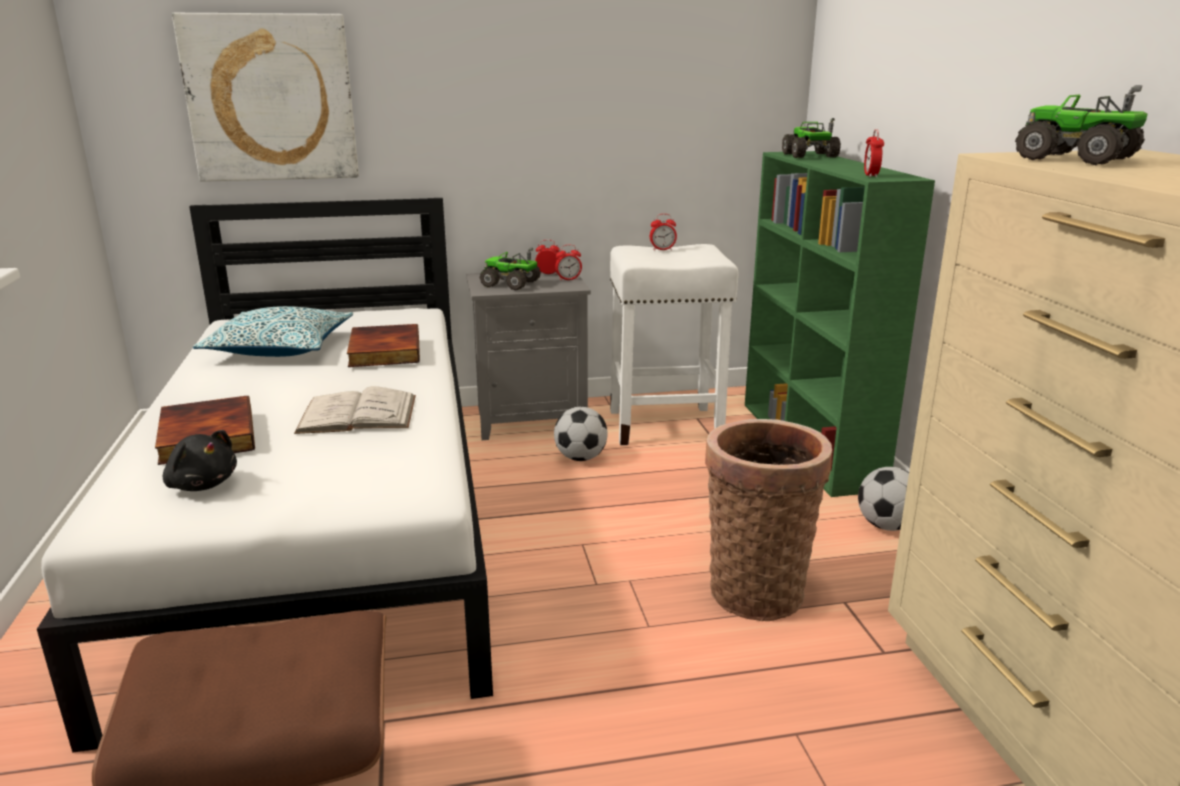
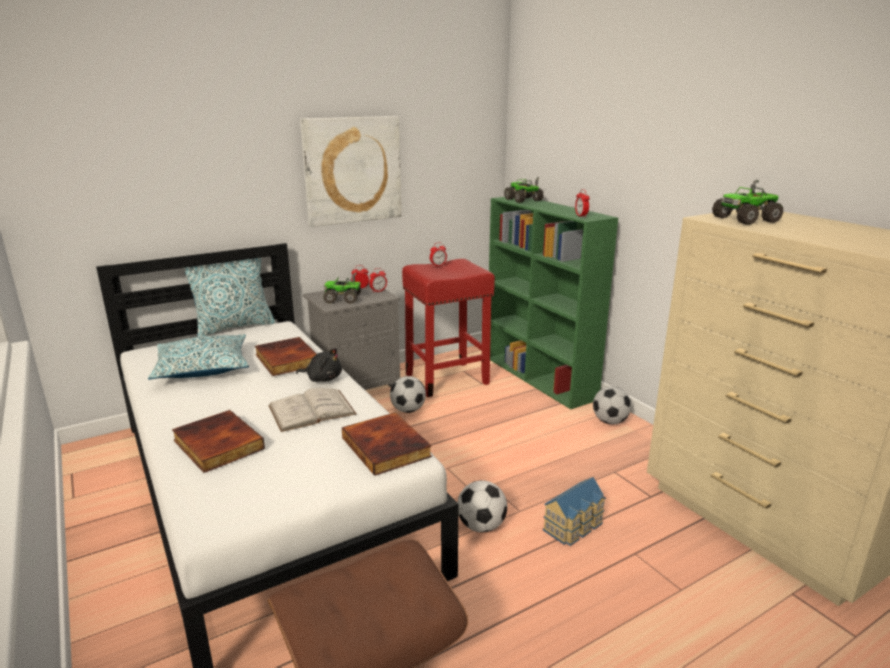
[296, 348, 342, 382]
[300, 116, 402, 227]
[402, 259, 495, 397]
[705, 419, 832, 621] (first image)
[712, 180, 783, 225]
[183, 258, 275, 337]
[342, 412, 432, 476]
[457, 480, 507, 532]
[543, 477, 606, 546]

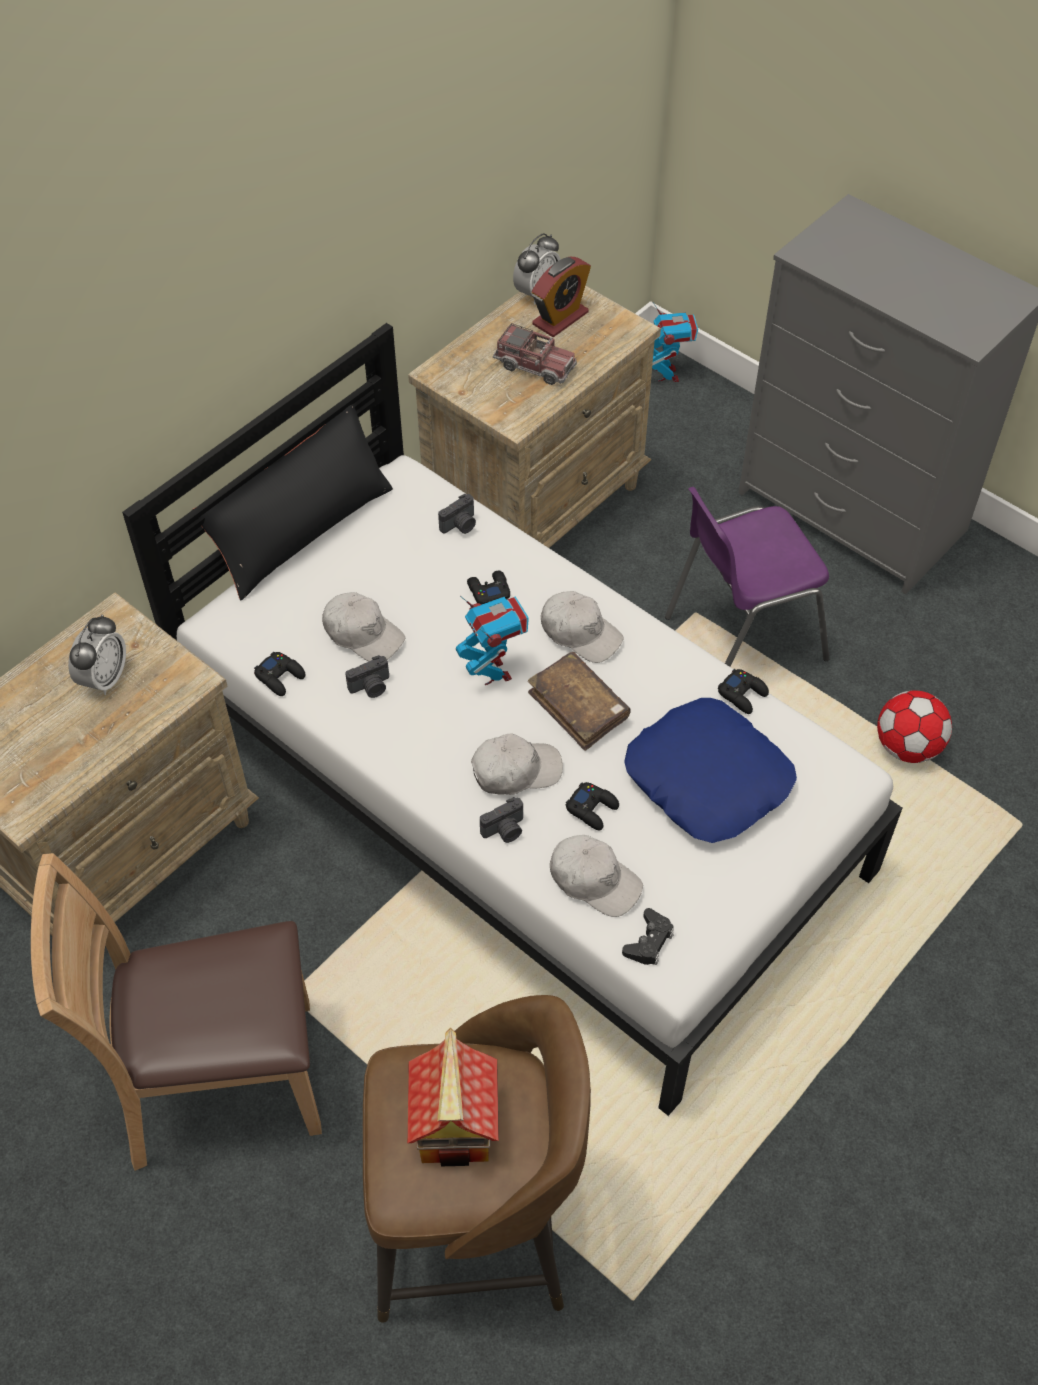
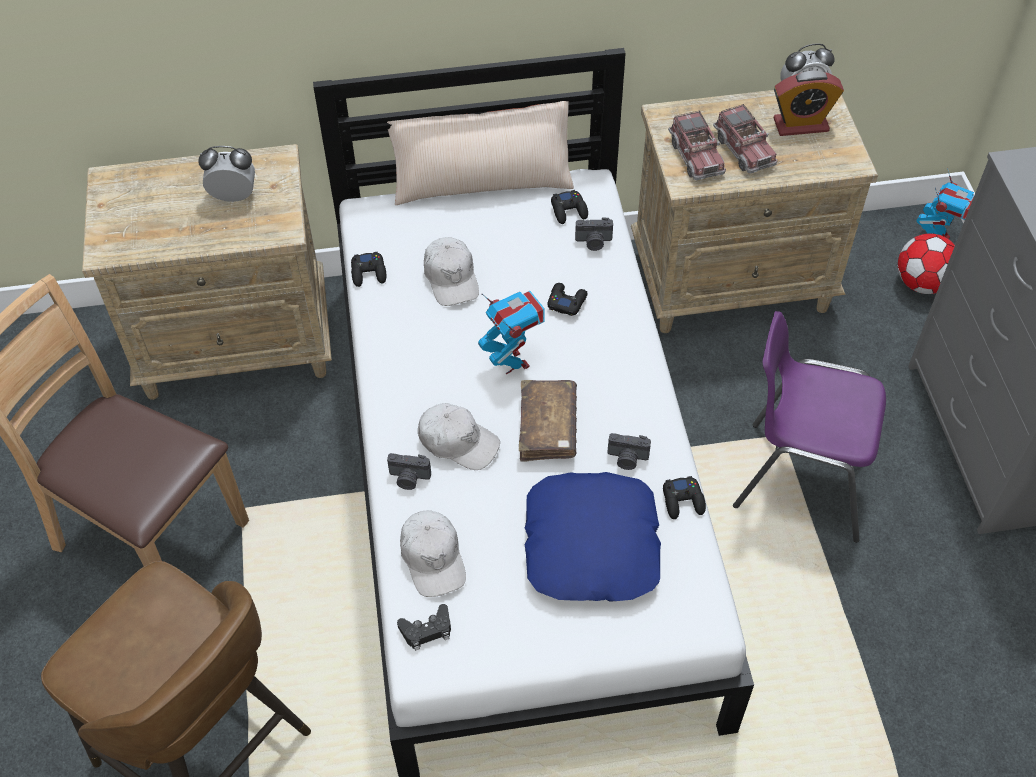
[198, 146, 255, 202]
[387, 101, 574, 205]
[608, 433, 651, 470]
[407, 1028, 499, 1166] (first image)
[478, 291, 545, 374]
[541, 591, 624, 663] (first image)
[551, 190, 588, 224]
[898, 233, 955, 294]
[668, 111, 726, 180]

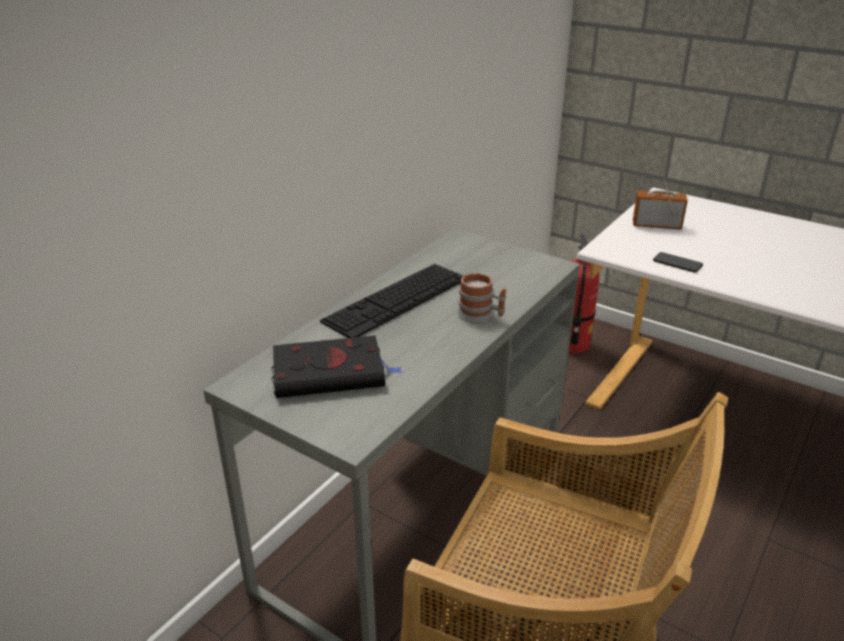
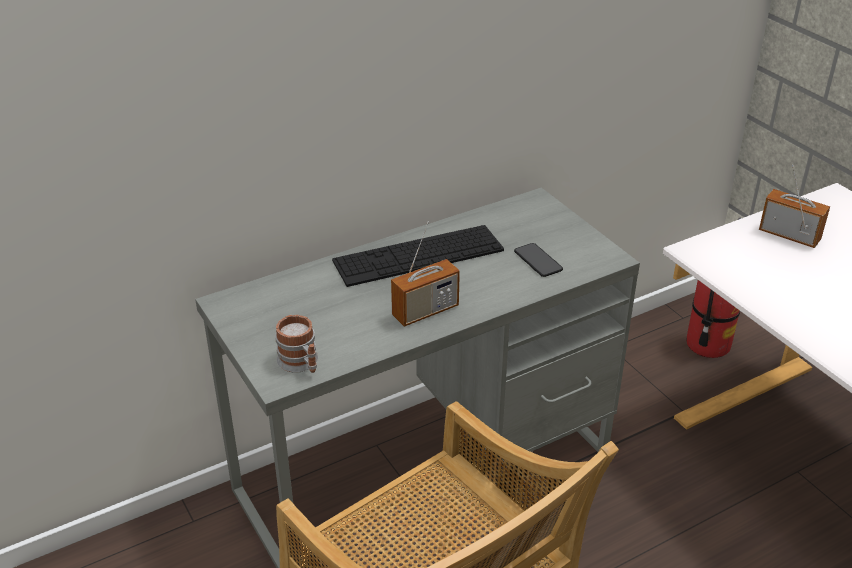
[272, 335, 402, 398] (first image)
[275, 315, 318, 373]
[514, 243, 563, 277]
[391, 222, 460, 327]

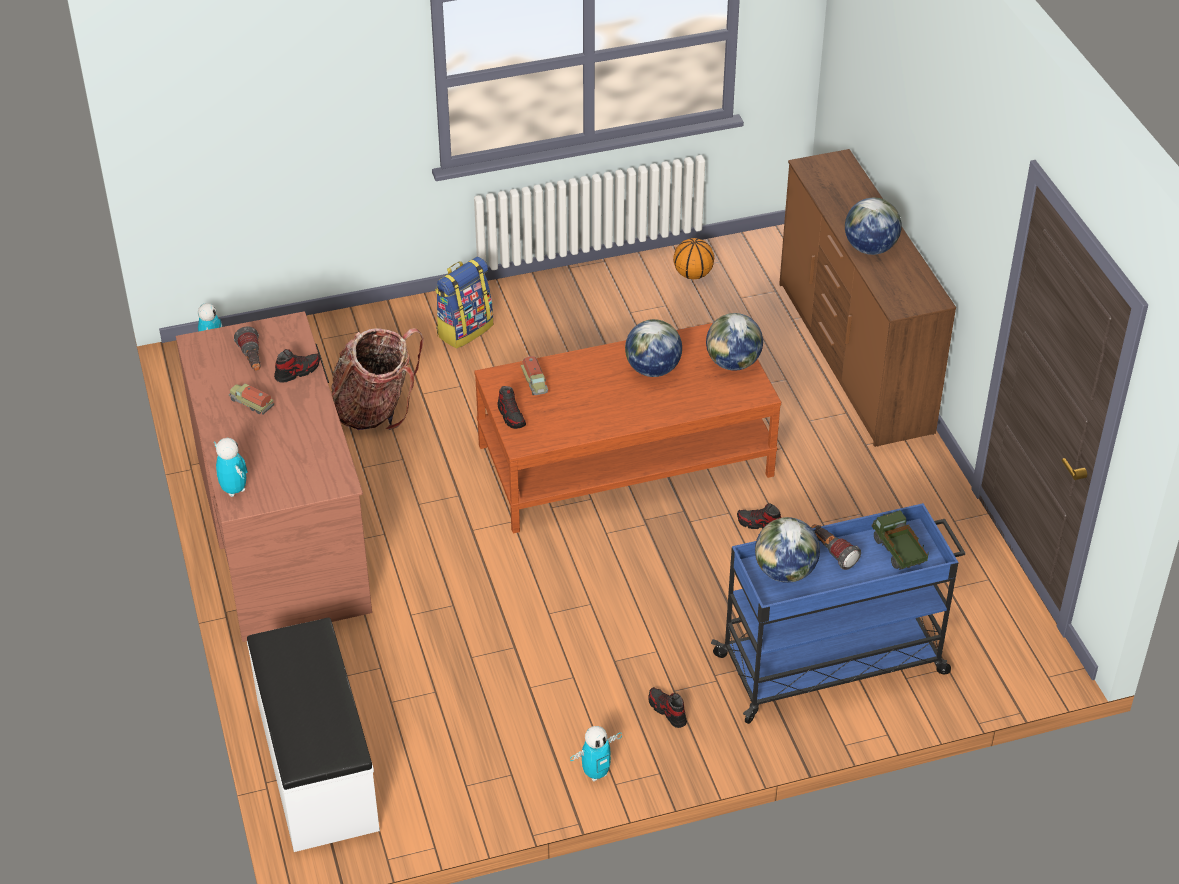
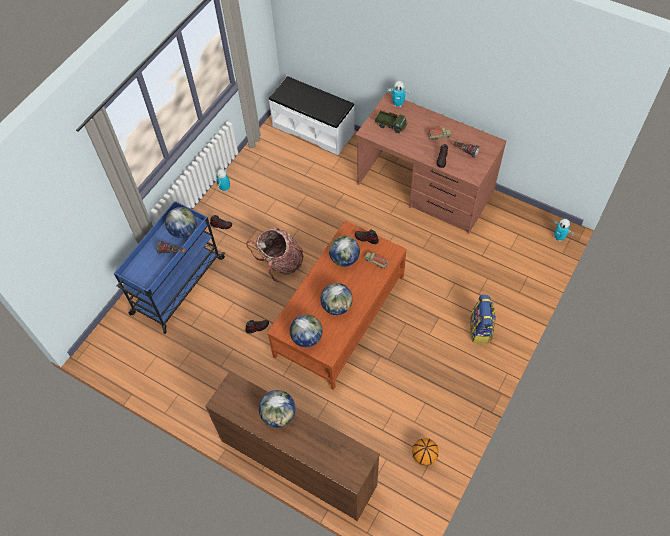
[246, 227, 303, 282]
[375, 109, 407, 133]
[329, 236, 360, 267]

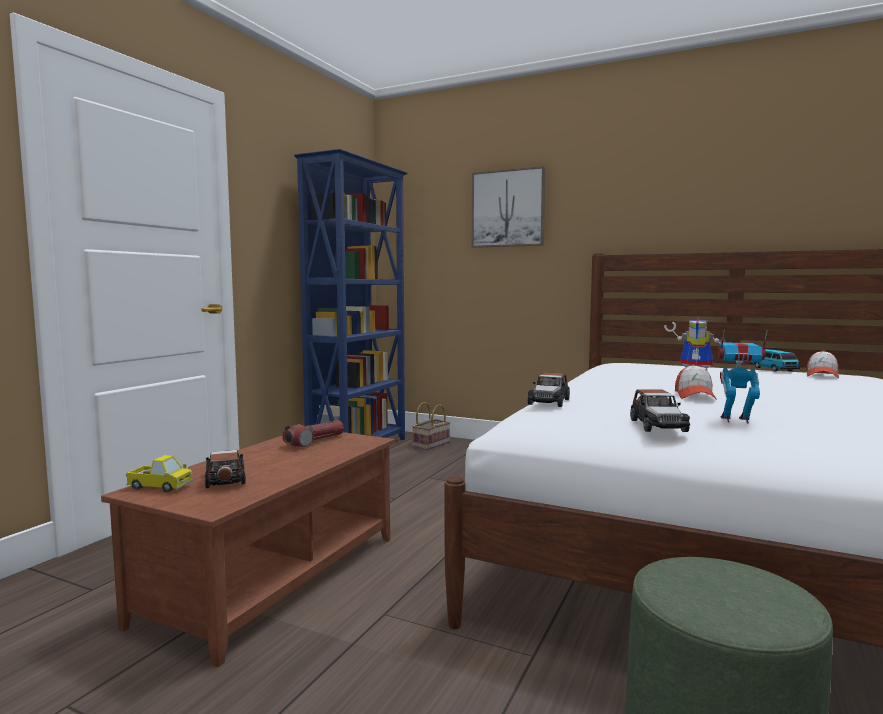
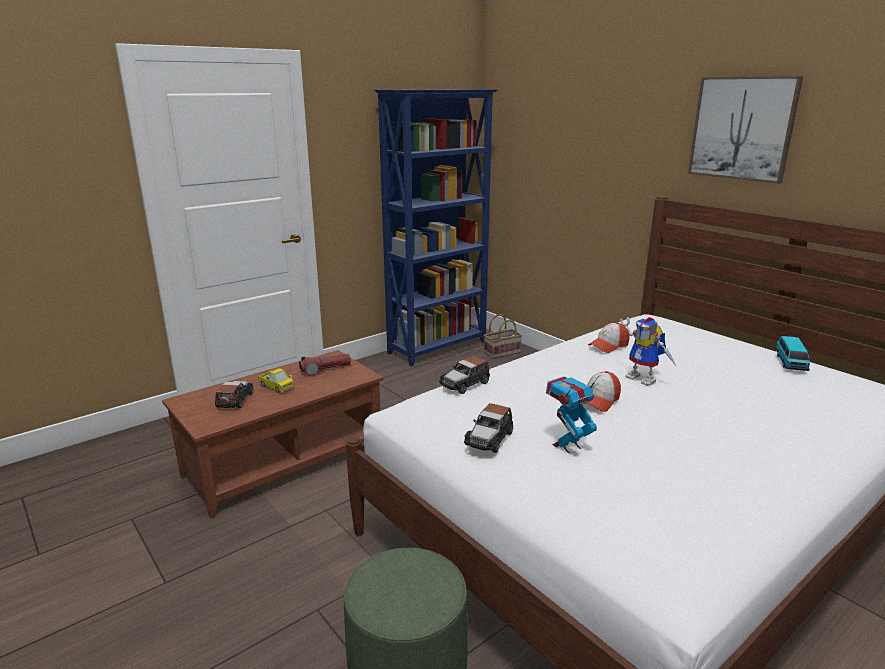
[258, 368, 294, 393]
[688, 76, 803, 184]
[546, 376, 599, 453]
[588, 322, 630, 353]

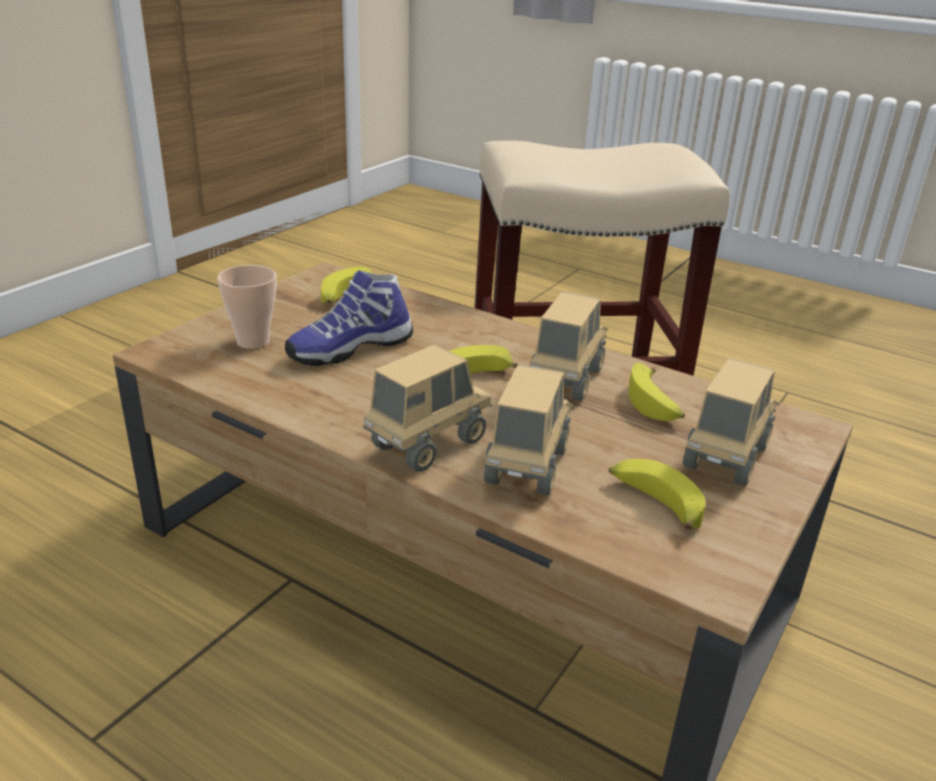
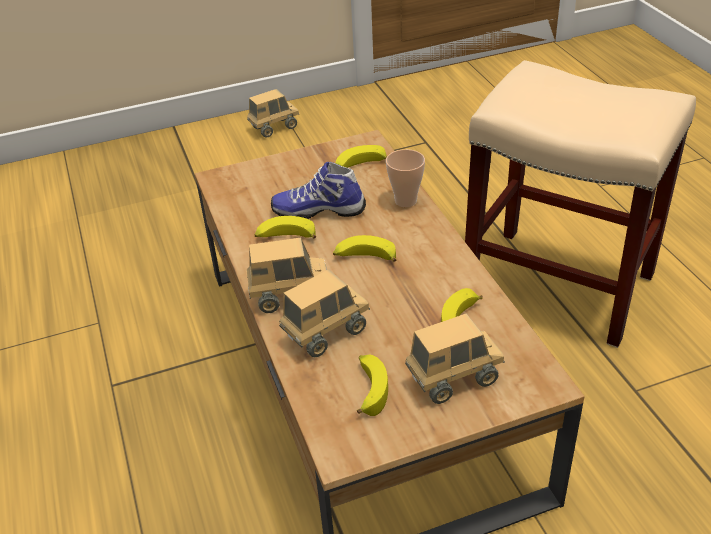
[386, 149, 425, 207]
[247, 89, 299, 138]
[255, 216, 316, 238]

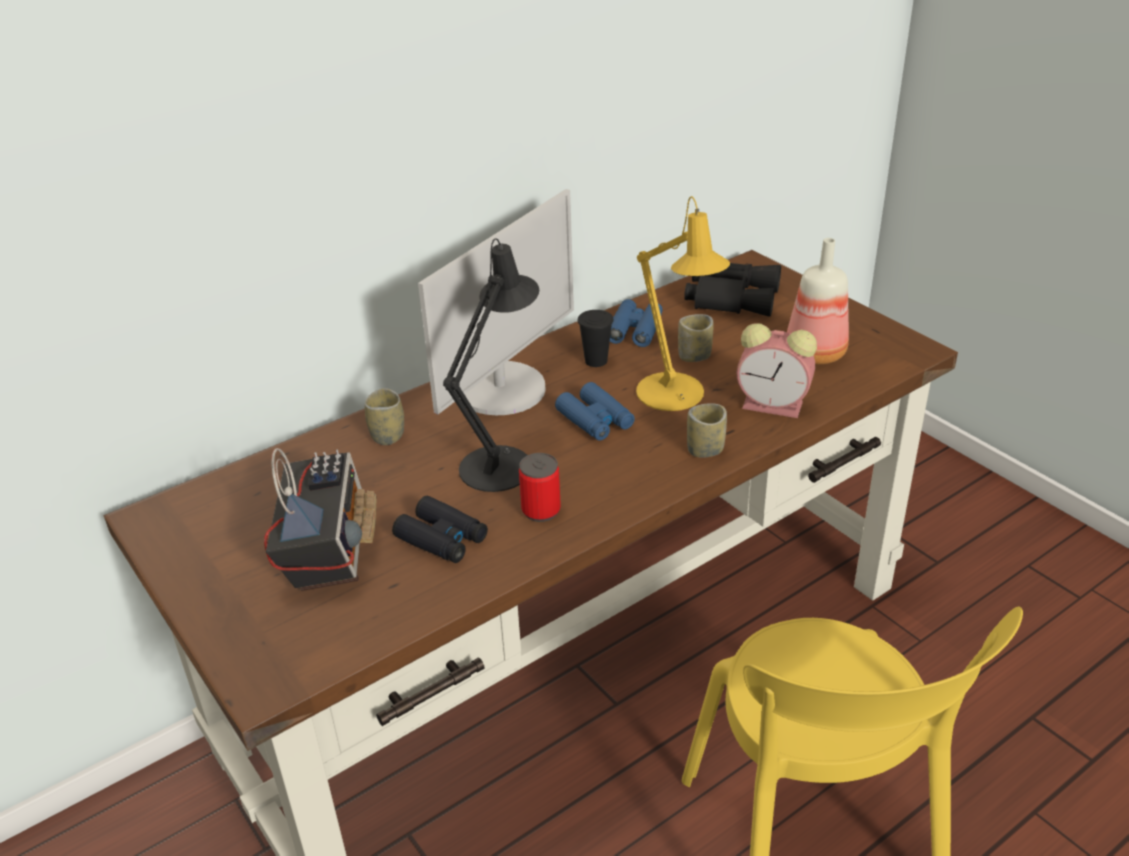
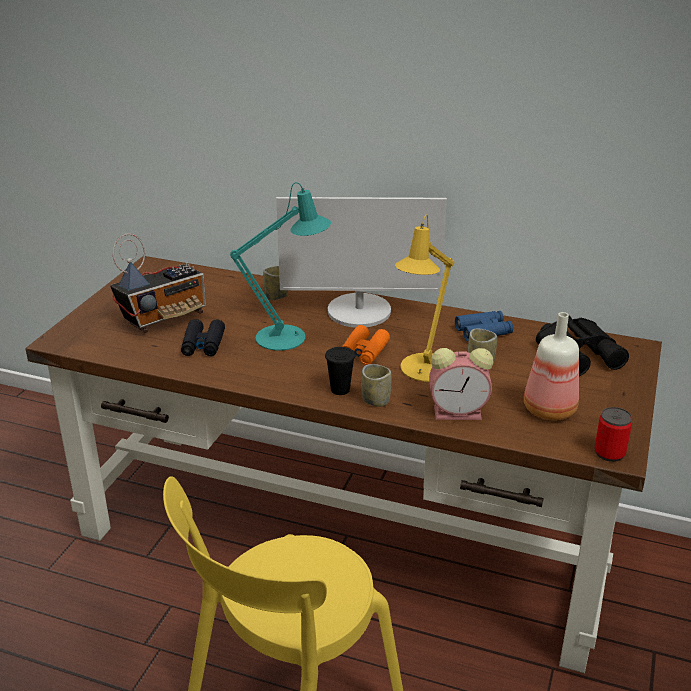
[230, 182, 331, 351]
[594, 407, 632, 462]
[342, 325, 390, 365]
[325, 347, 356, 395]
[429, 348, 493, 420]

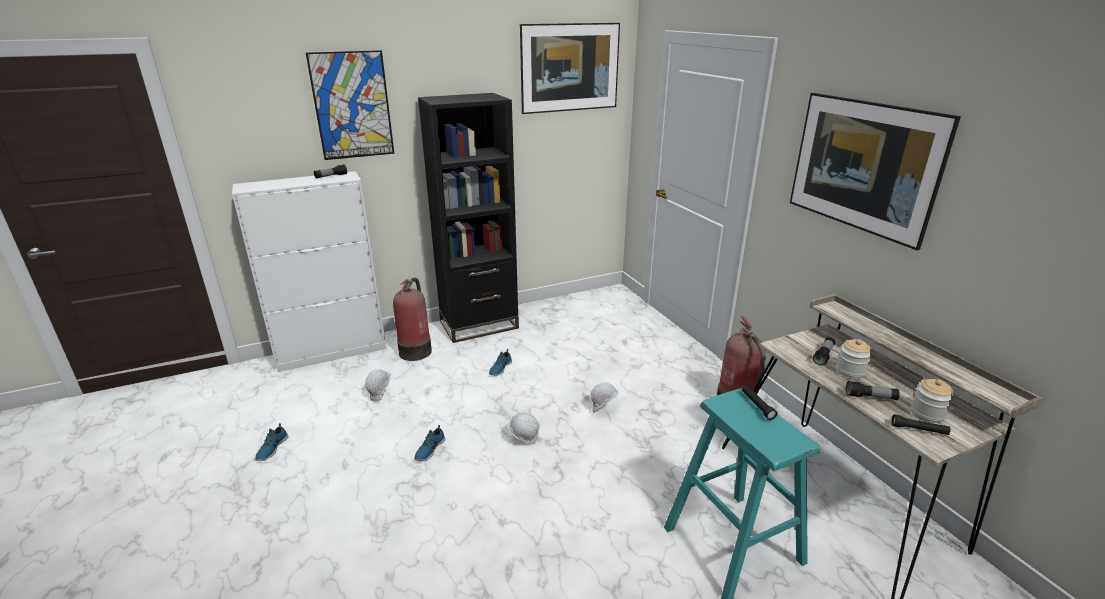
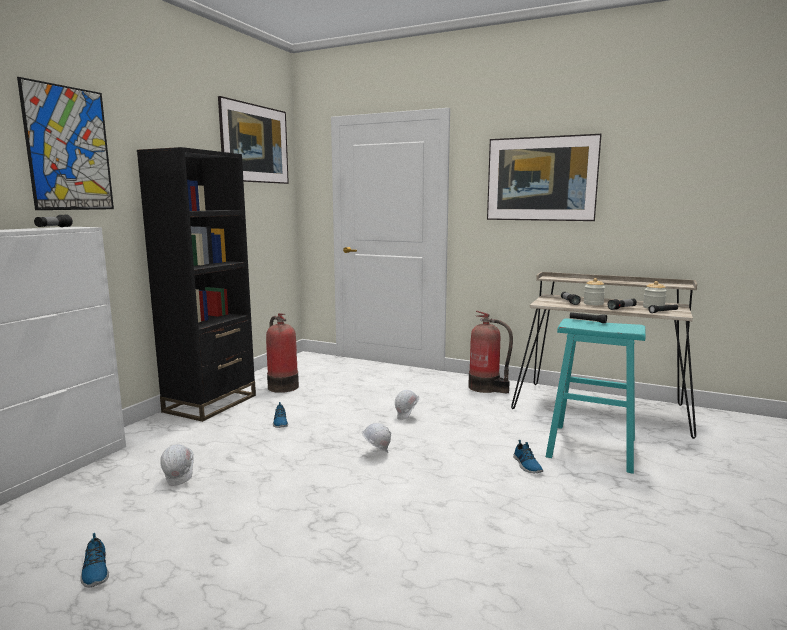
[266, 313, 299, 393]
[513, 440, 543, 473]

